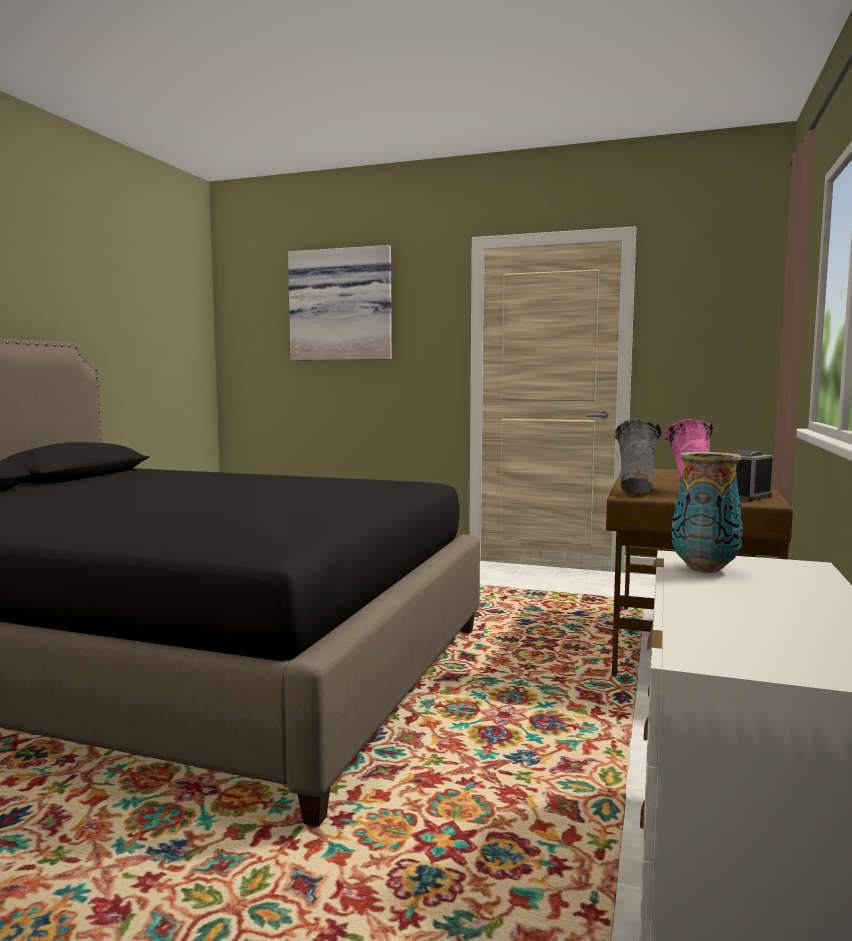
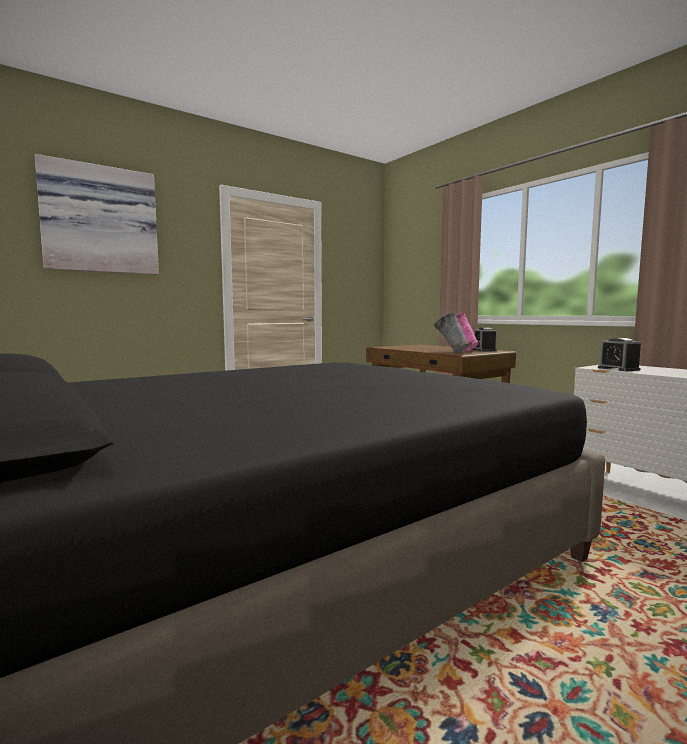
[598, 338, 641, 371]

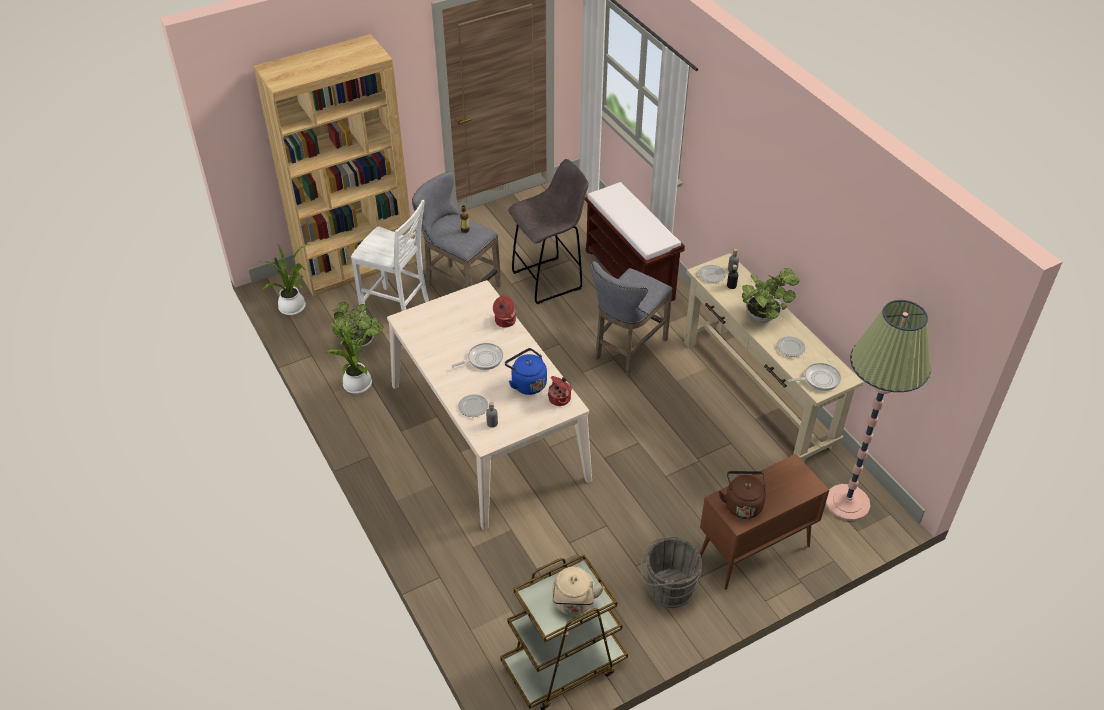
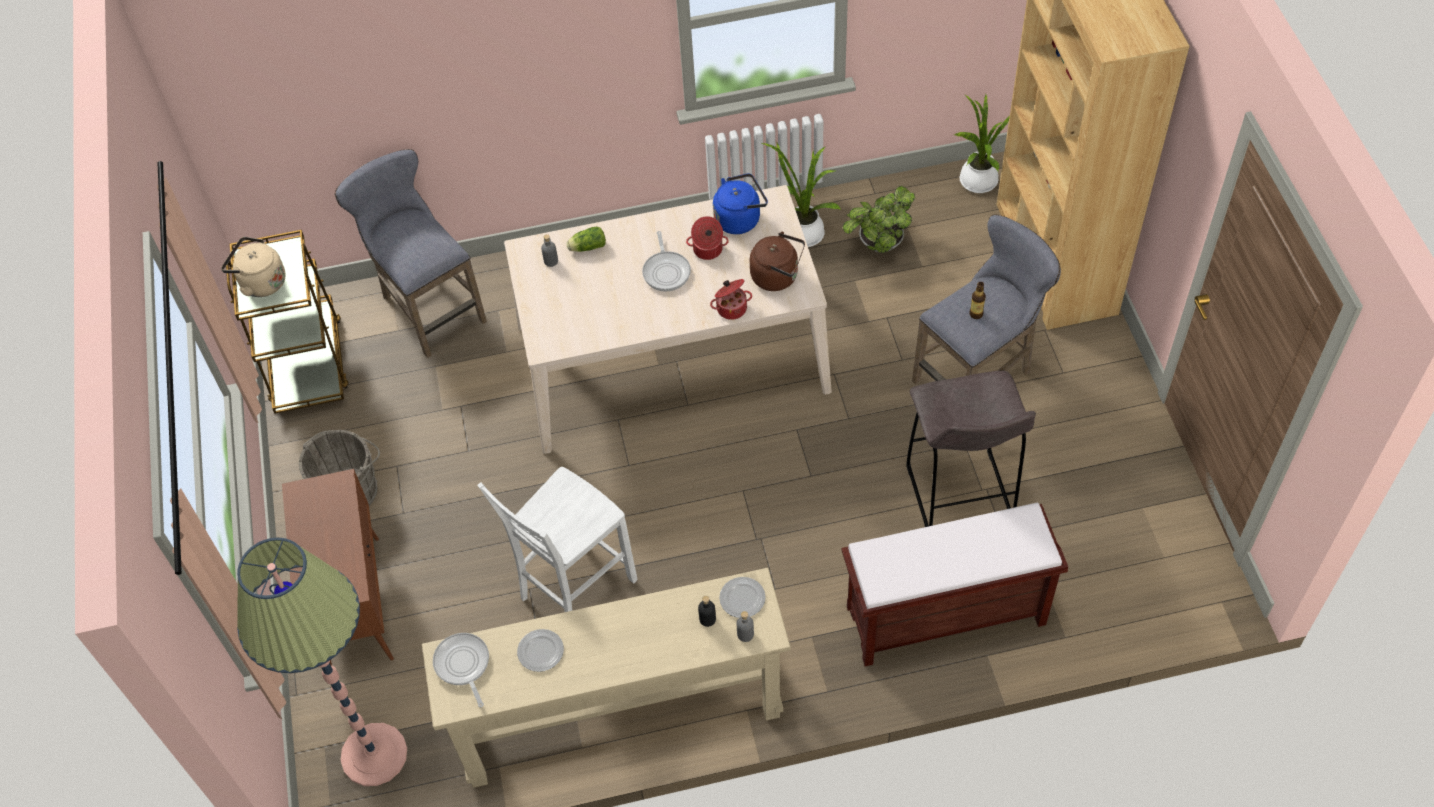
[477, 467, 637, 612]
[566, 227, 606, 252]
[713, 173, 768, 234]
[686, 216, 729, 260]
[335, 149, 487, 358]
[750, 231, 805, 291]
[742, 268, 800, 323] (first image)
[433, 633, 489, 707]

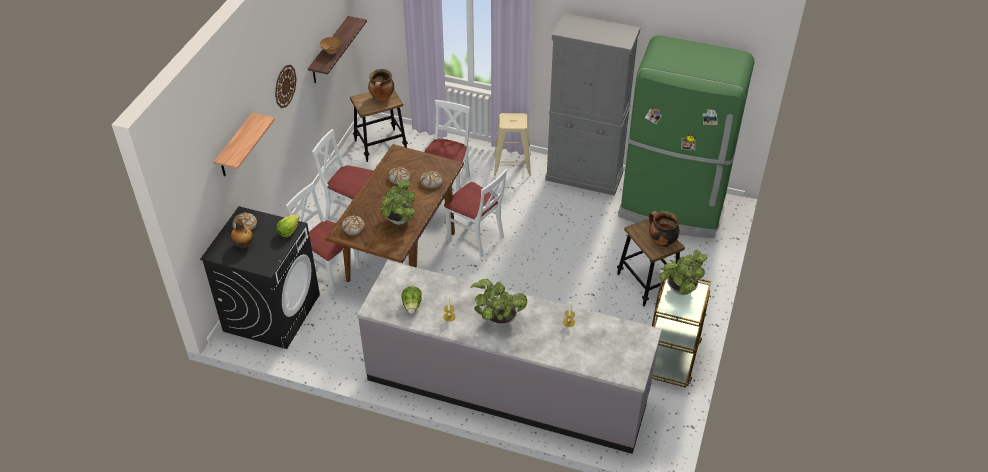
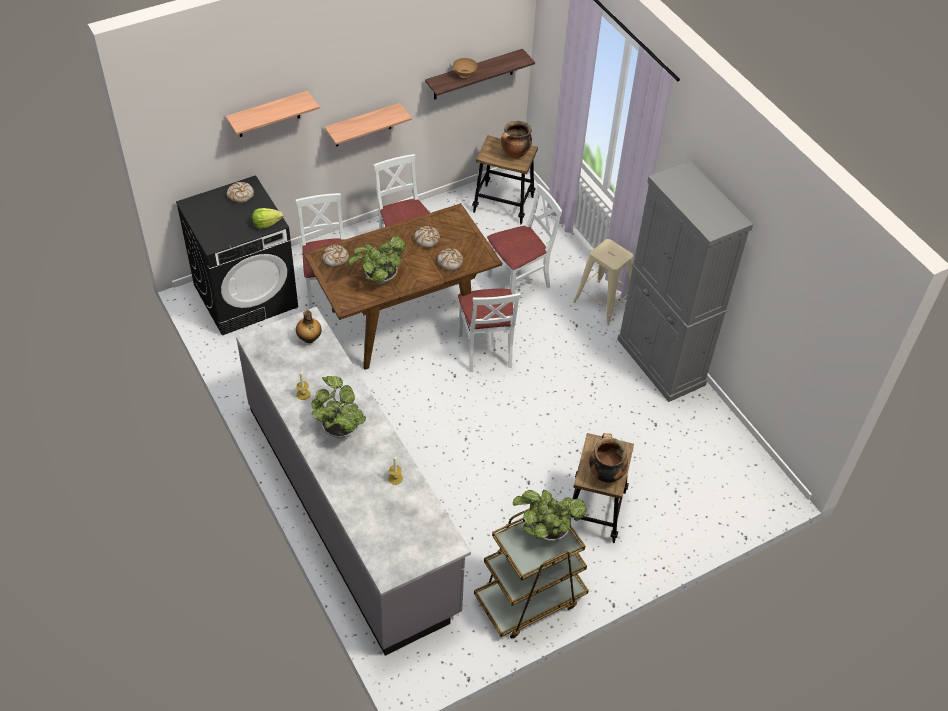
[296, 310, 322, 343]
[275, 65, 297, 108] (first image)
[401, 286, 422, 314] (first image)
[618, 35, 754, 238] (first image)
[325, 103, 412, 147]

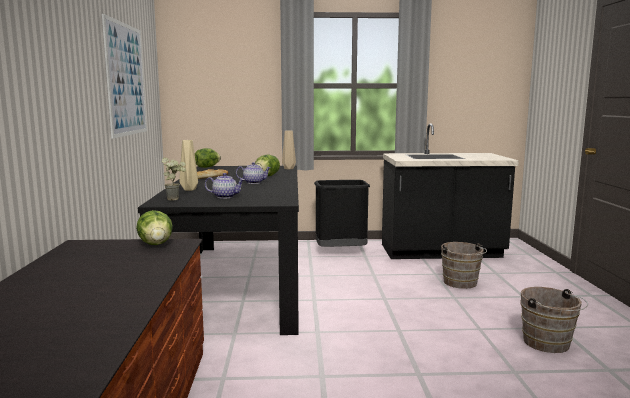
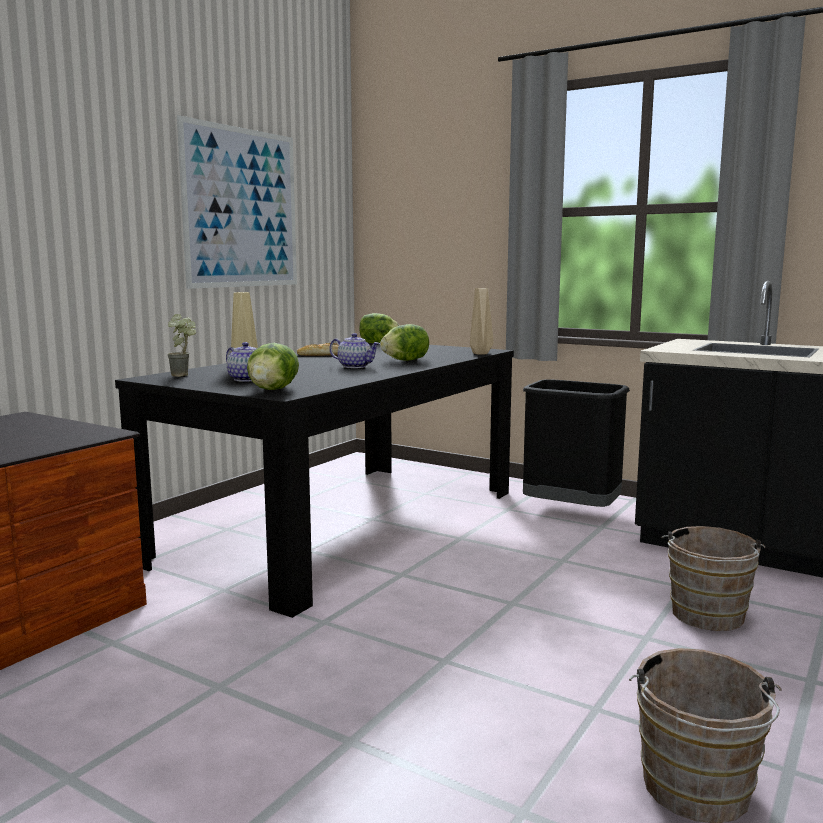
[247, 343, 299, 390]

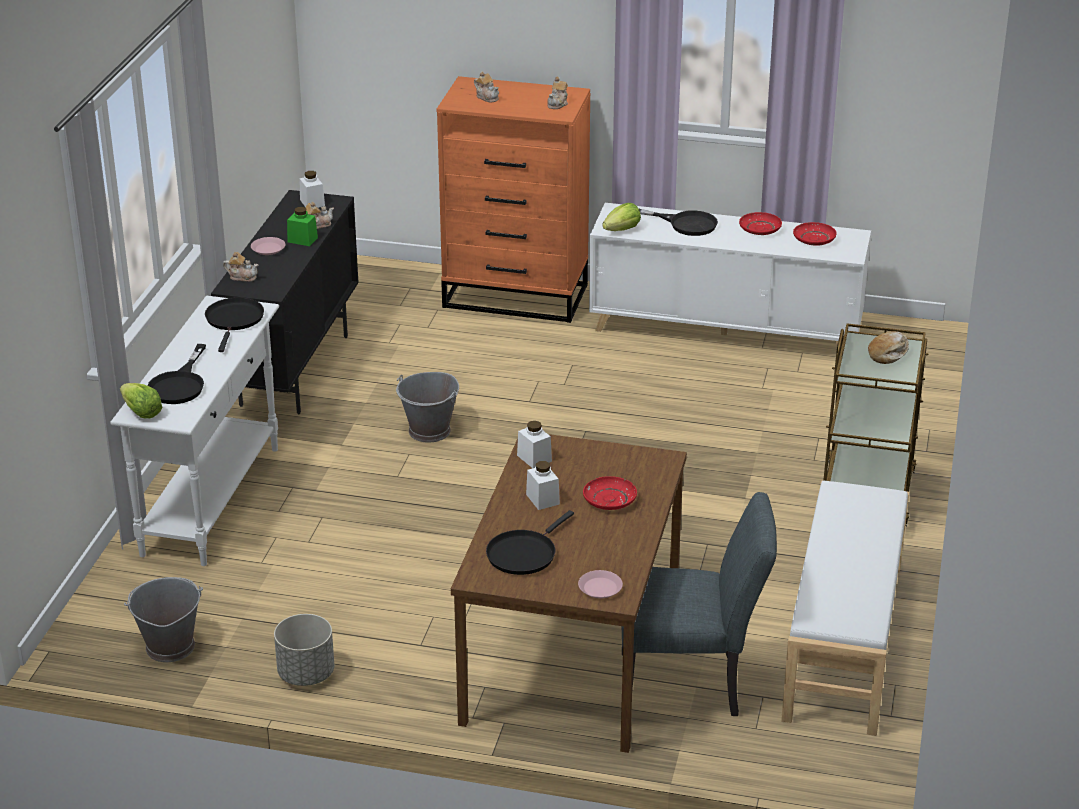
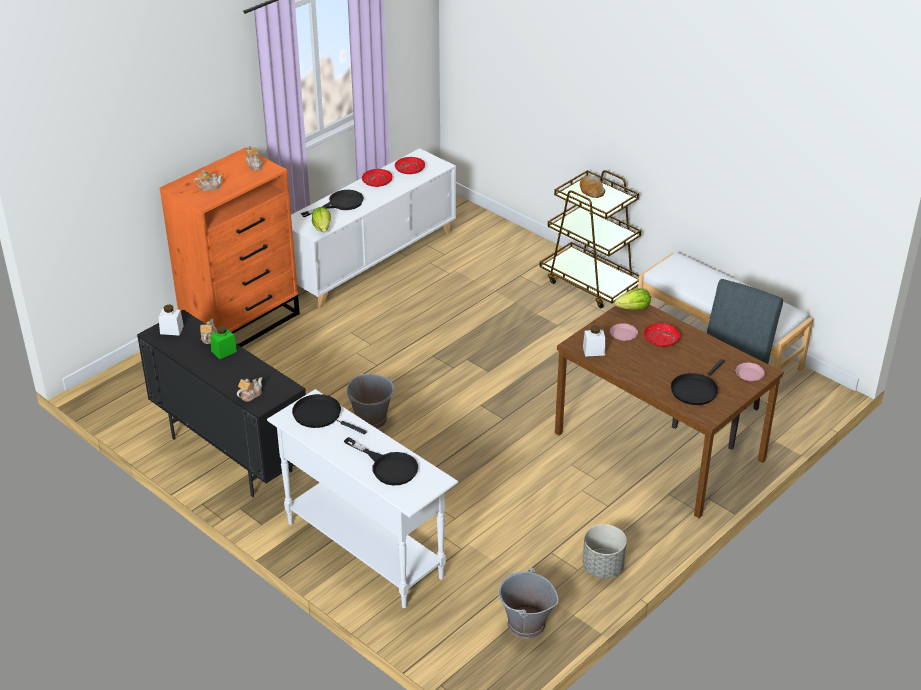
[614, 288, 651, 310]
[610, 323, 638, 341]
[671, 359, 724, 405]
[526, 461, 560, 510] (first image)

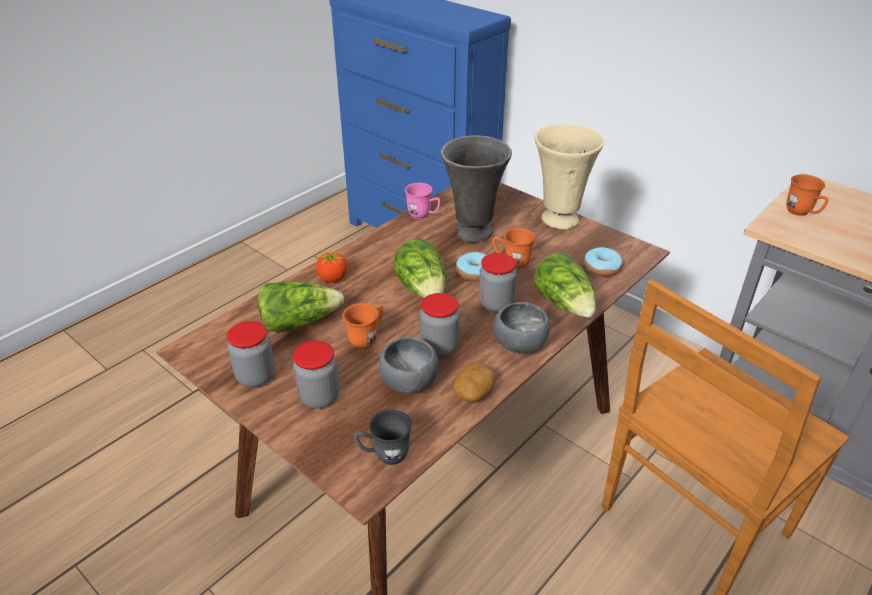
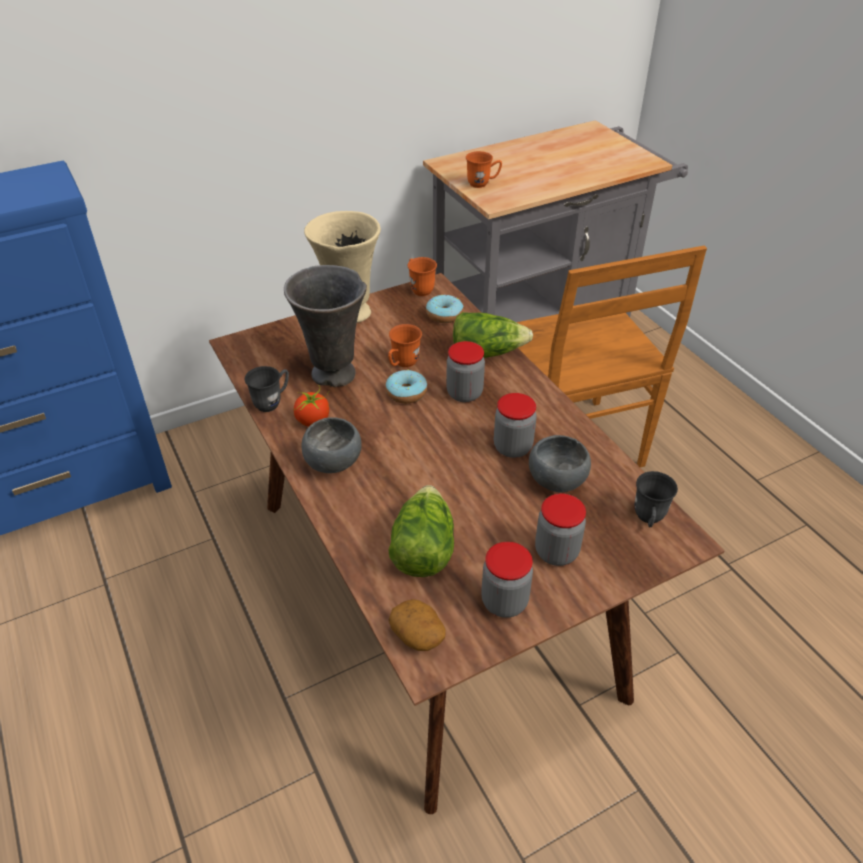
[294, 385, 329, 427]
[407, 257, 437, 296]
[394, 239, 446, 298] (first image)
[245, 366, 289, 412]
[389, 599, 446, 651]
[302, 417, 362, 473]

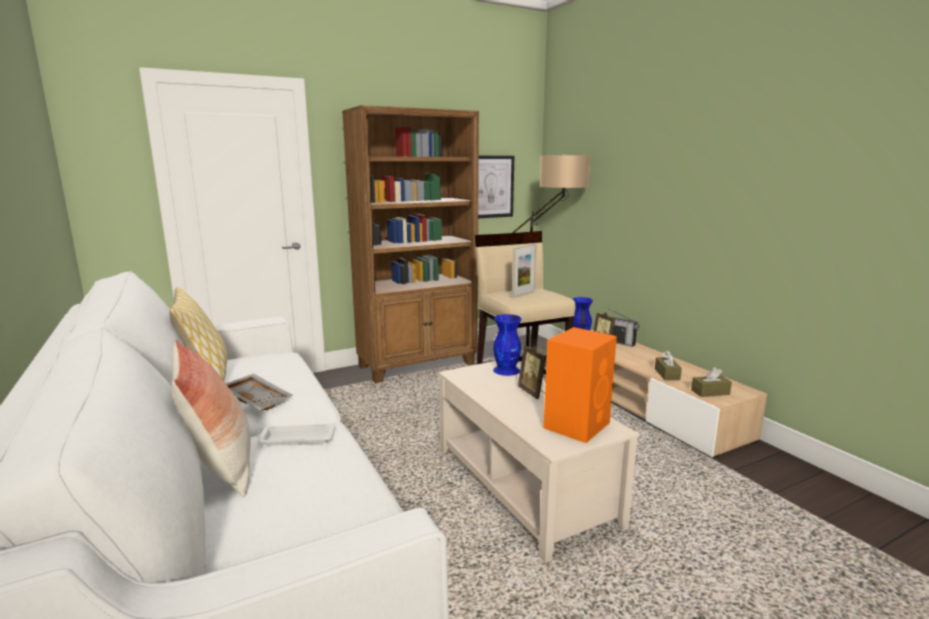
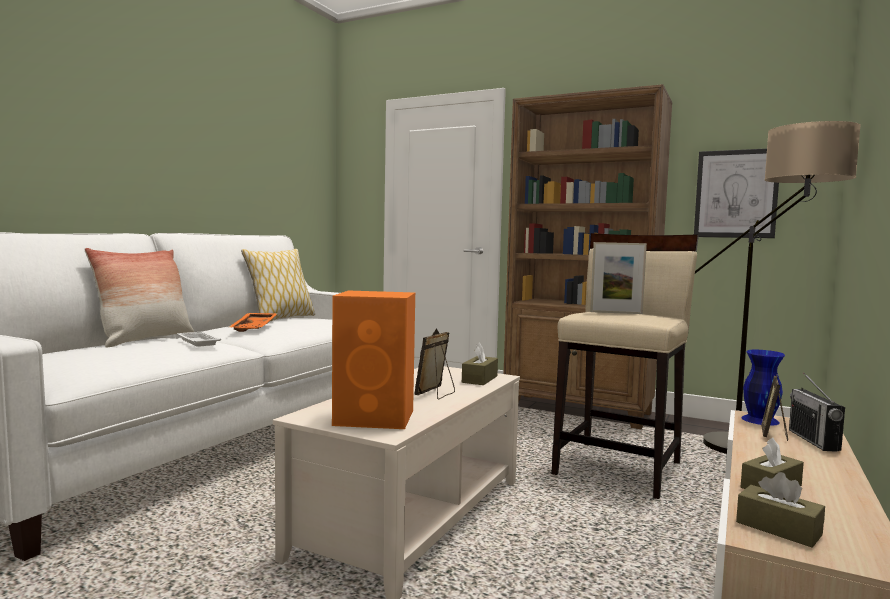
[229, 313, 278, 332]
[462, 342, 498, 385]

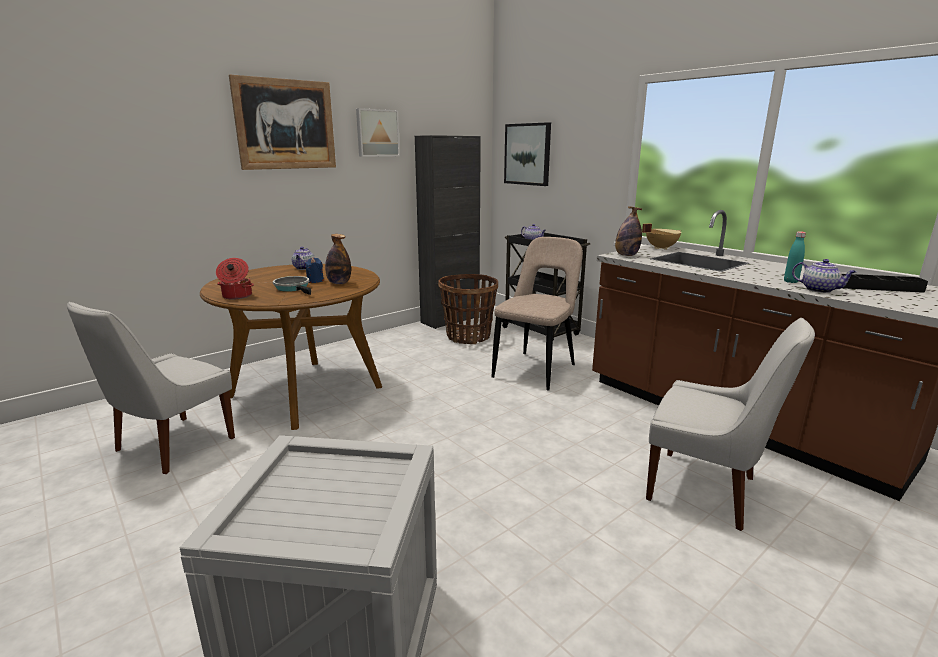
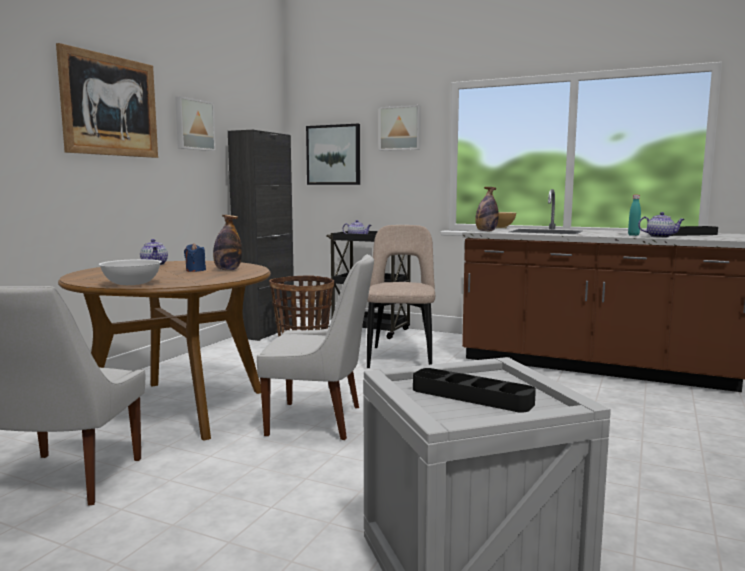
[98, 259, 162, 285]
[273, 276, 311, 295] (first image)
[257, 254, 374, 440]
[379, 105, 421, 151]
[413, 368, 536, 413]

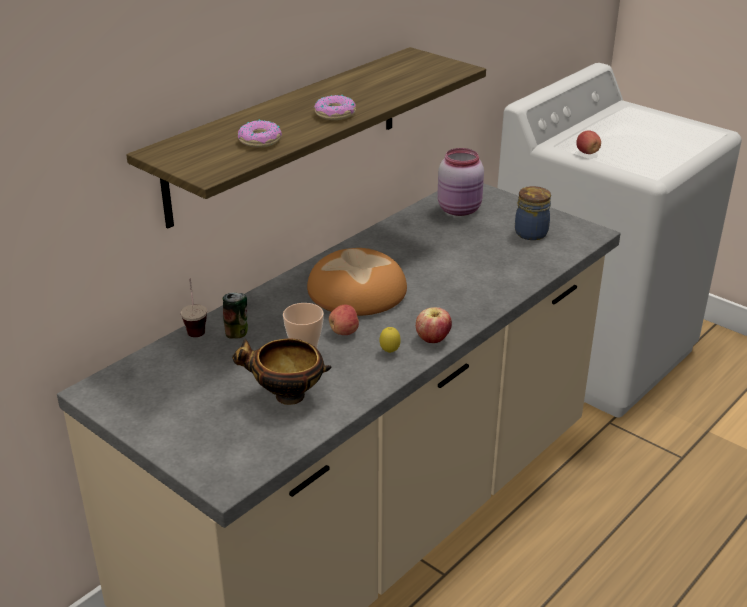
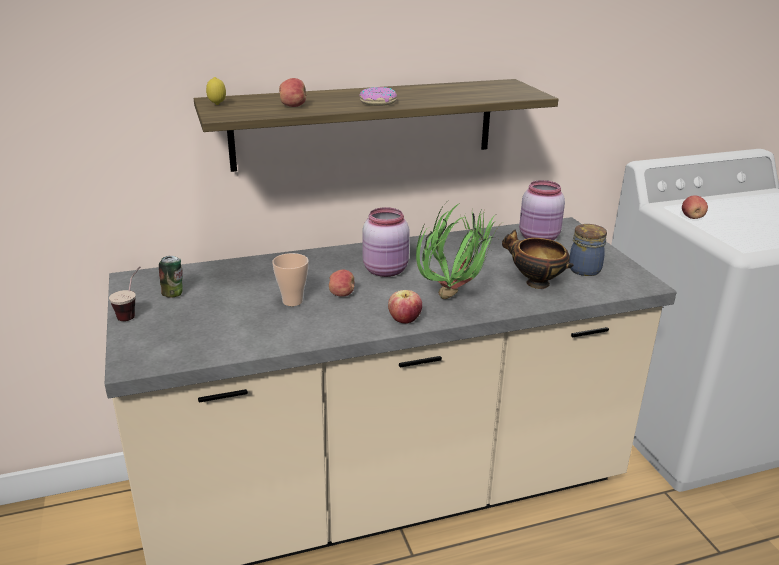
[109, 266, 140, 321]
[159, 256, 183, 298]
[502, 230, 574, 289]
[279, 78, 307, 107]
[362, 207, 409, 277]
[206, 77, 226, 105]
[416, 203, 503, 299]

